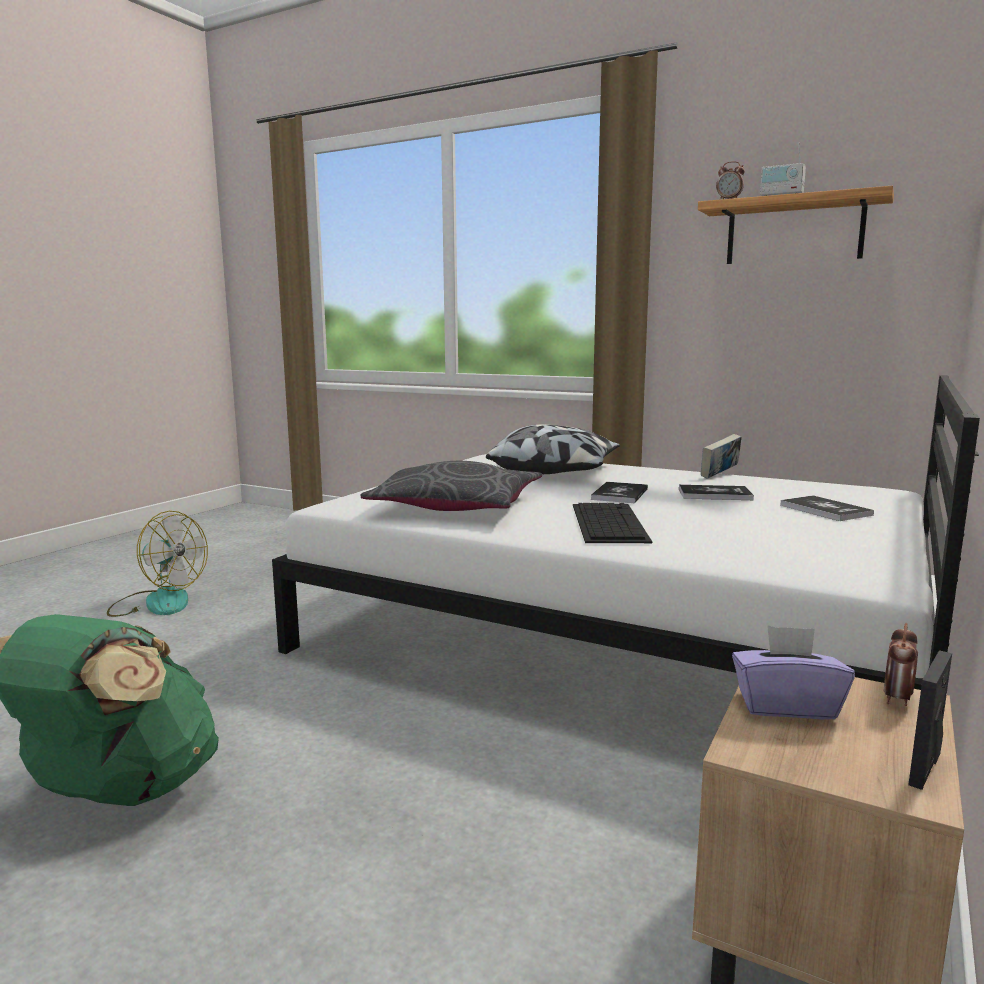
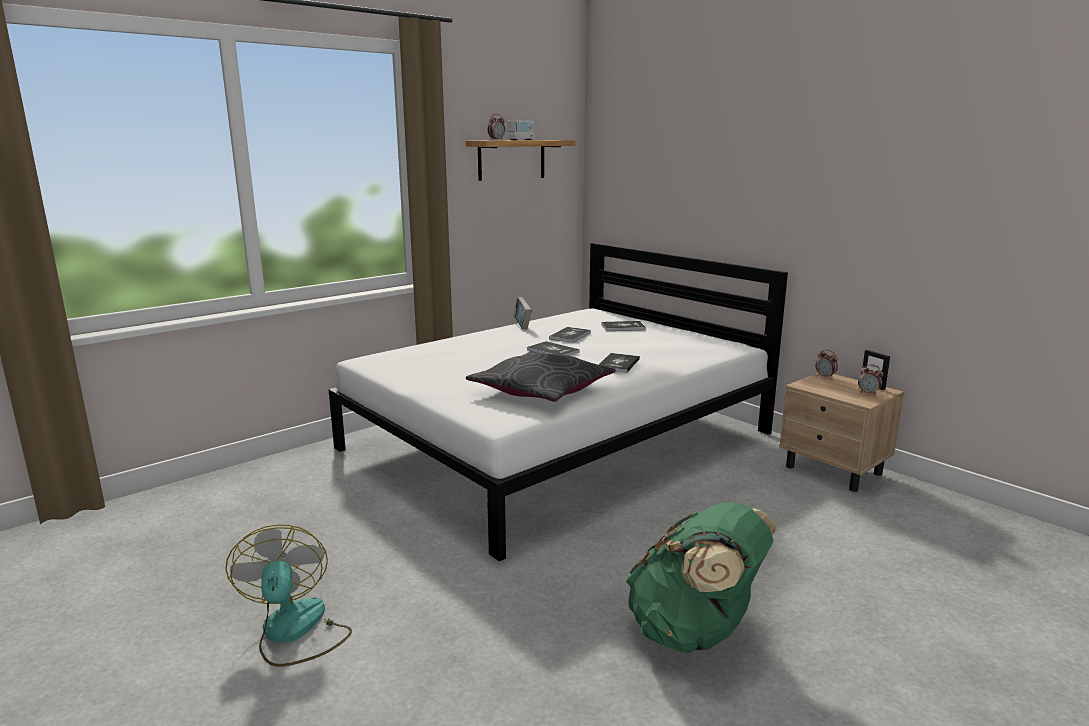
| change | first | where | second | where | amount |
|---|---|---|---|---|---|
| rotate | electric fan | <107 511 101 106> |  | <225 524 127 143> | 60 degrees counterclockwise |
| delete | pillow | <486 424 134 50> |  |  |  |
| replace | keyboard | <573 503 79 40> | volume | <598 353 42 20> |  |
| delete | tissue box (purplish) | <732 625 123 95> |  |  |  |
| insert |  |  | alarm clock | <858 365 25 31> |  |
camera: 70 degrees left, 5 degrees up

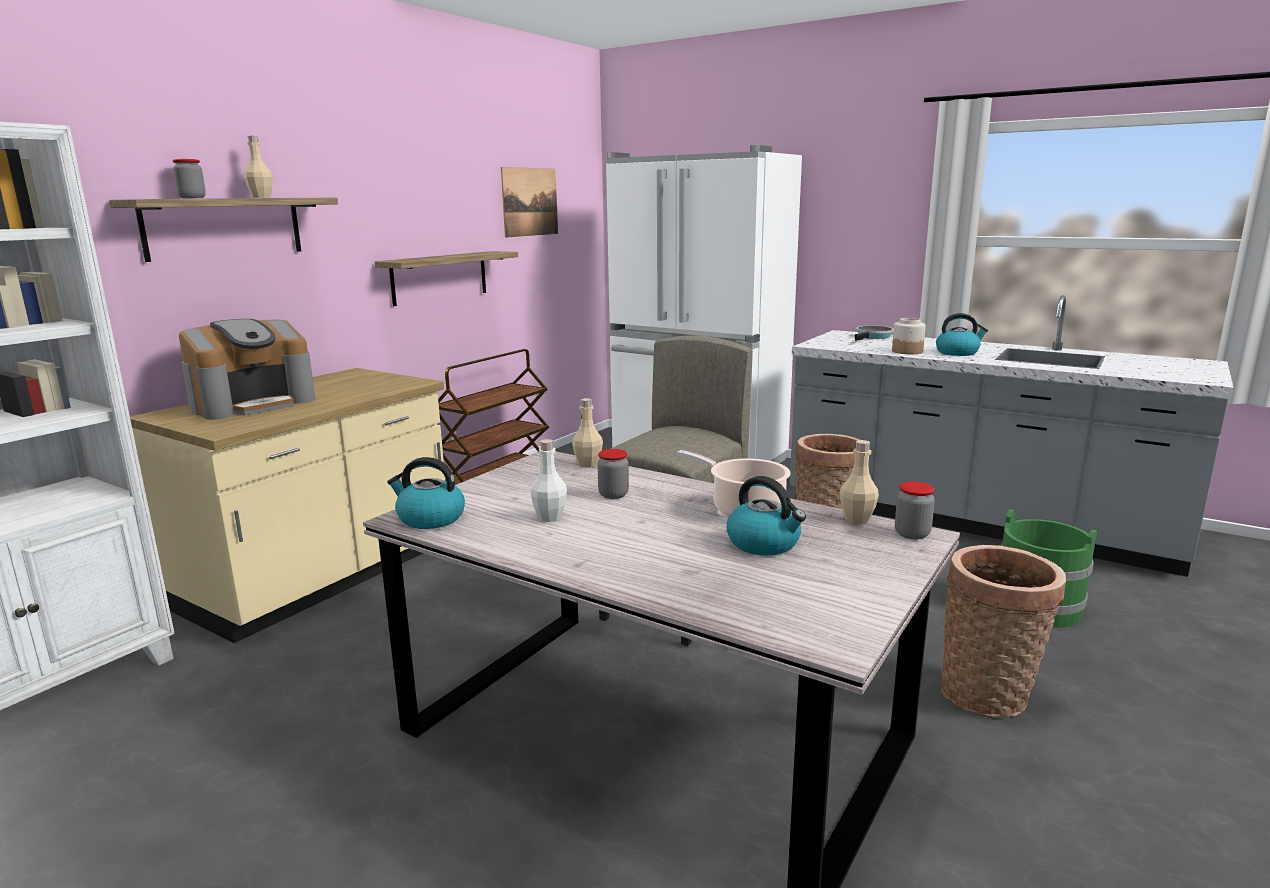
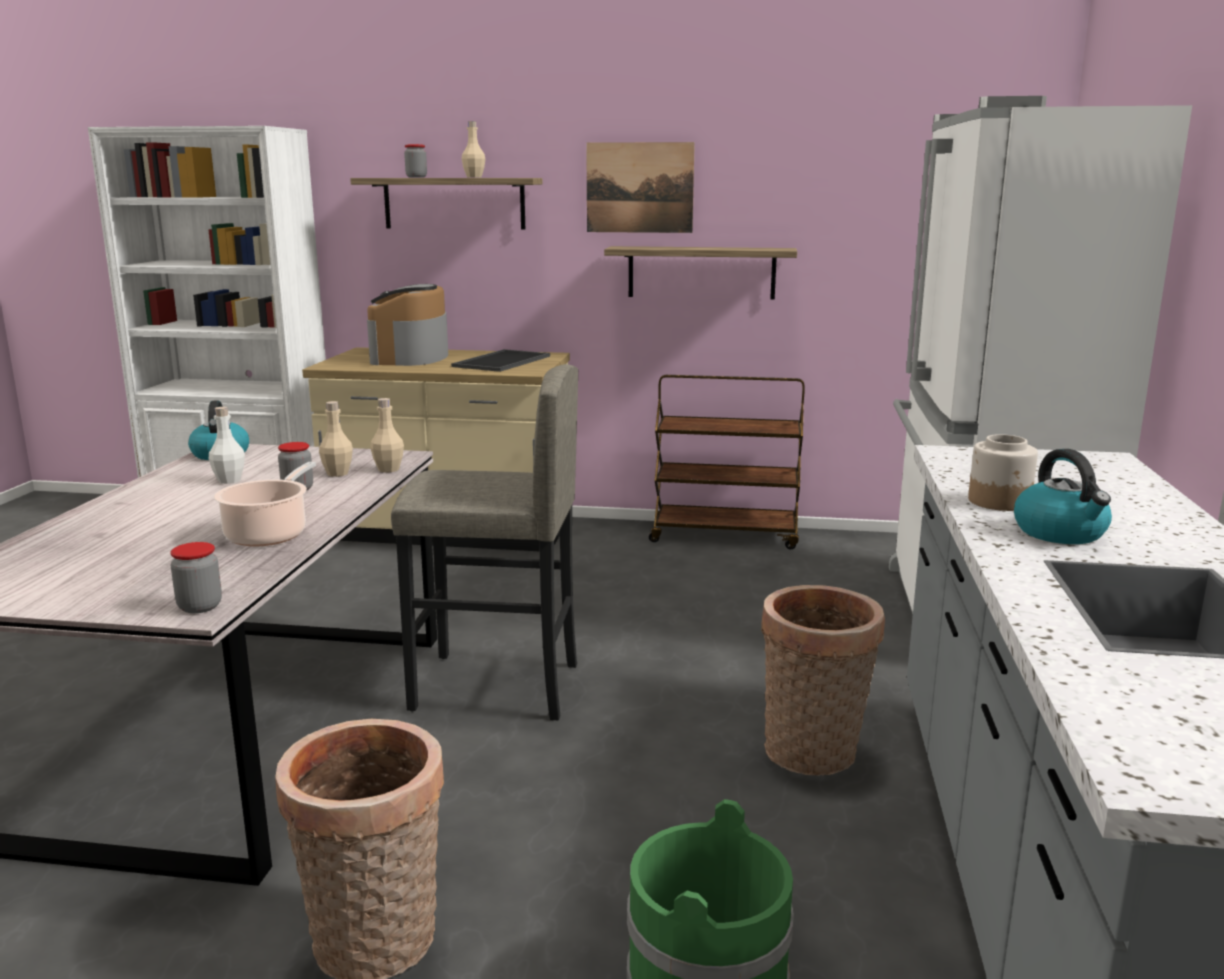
| change | first | where | second | where | amount |
|---|---|---|---|---|---|
| rotate | coffee machine | <179 319 136 101> |  | <367 284 81 82> | 75 degrees clockwise |
| move | wall picture | <501 167 57 70> |  | <586 142 109 91> |  |
| delete | water kettle | <727 476 79 79> |  |  |  |
| move | drink bottle (sand-coloured) | <840 440 39 85> |  | <319 401 34 76> |  |
| delete | pan | <855 326 39 15> |  |  |  |
| insert |  |  | tray | <451 349 99 23> |  |
camera: 65 degrees right, 0 degrees up

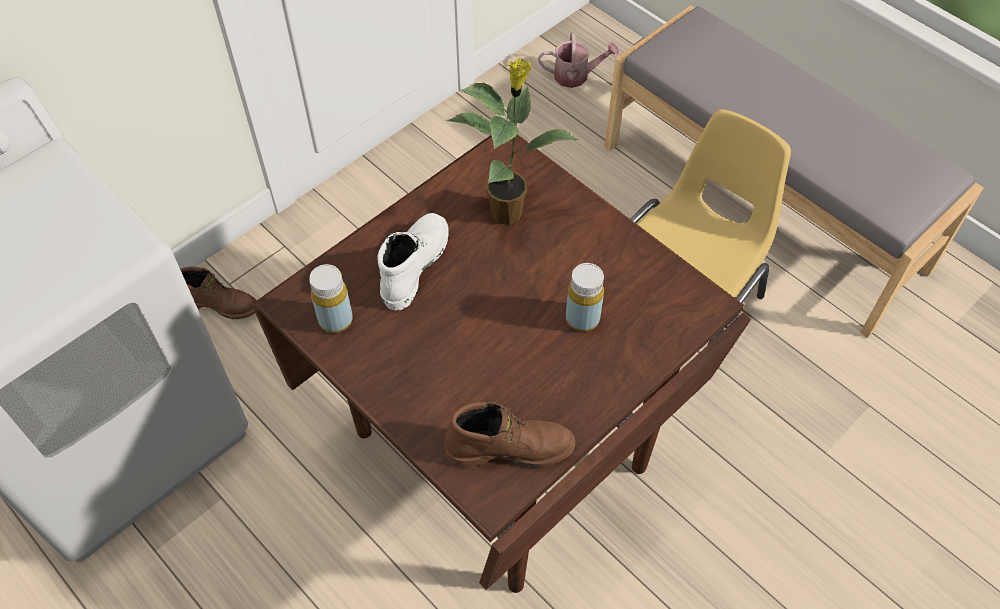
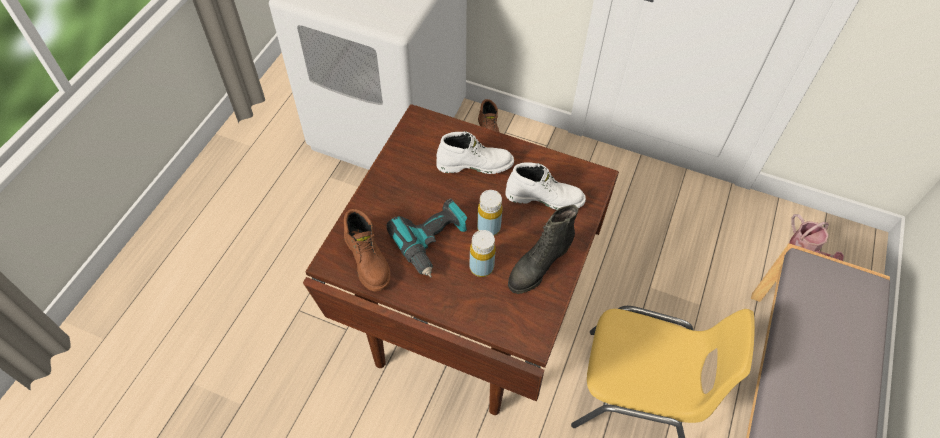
| change | first | where | second | where | amount |
|---|---|---|---|---|---|
| move | drink bottle (yellow) | <309 264 44 69> |  | <477 190 26 46> |  |
| replace | plant in a pot | <446 58 133 167> | tall boot (white-coloured) | <505 162 81 48> |  |
| insert |  |  | power drill | <386 198 81 80> |  |
| insert |  |  | tall boot (black-coloured) | <508 205 70 89> |  |
camera: 65 degrees right, 0 degrees up

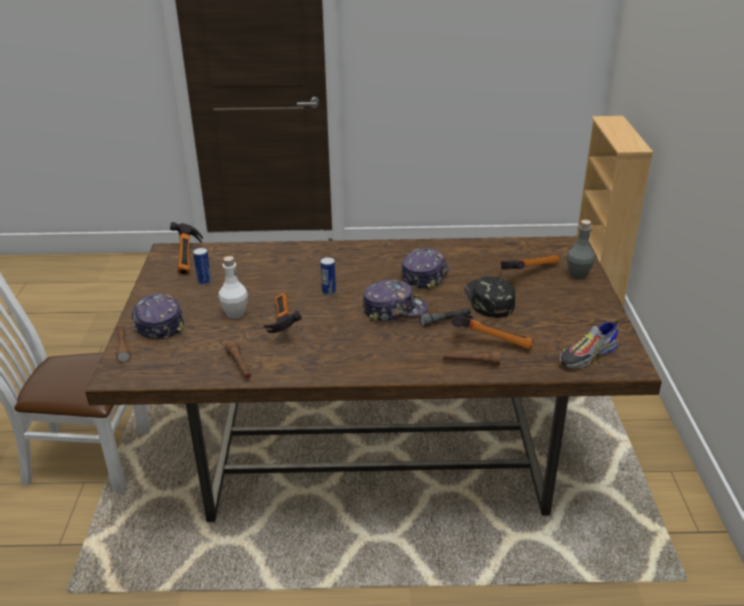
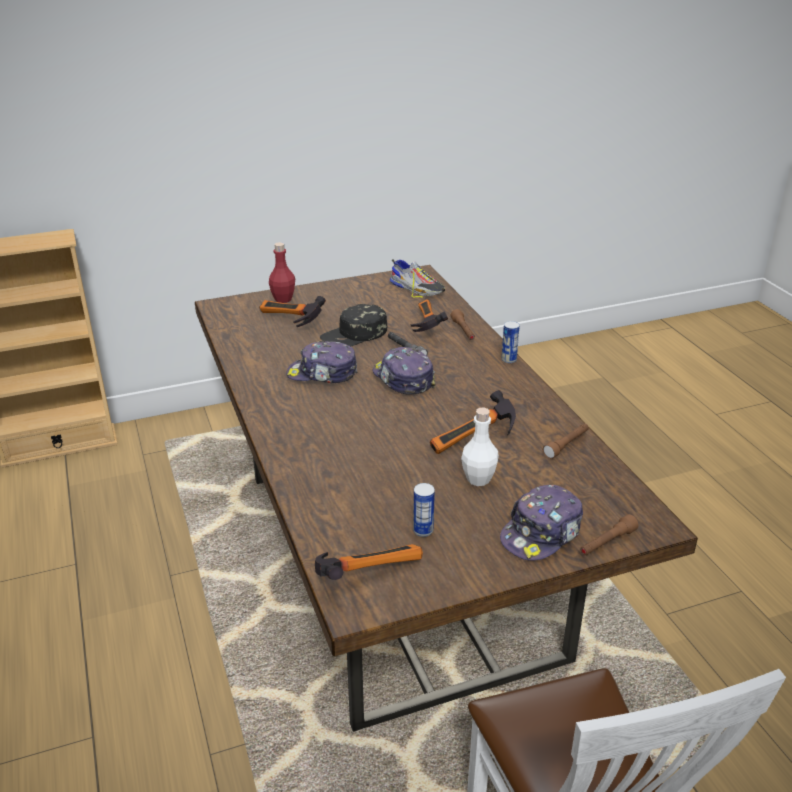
| change | first | where | second | where | amount |
|---|---|---|---|---|---|
| move | metal can | <320 257 16 39> |  | <501 321 19 42> |  |
| recolor | drink bottle (grey) | <567 220 28 59> | drink bottle (red-coloured) | <269 242 26 61> |  |
camera: 110 degrees left, 0 degrees up

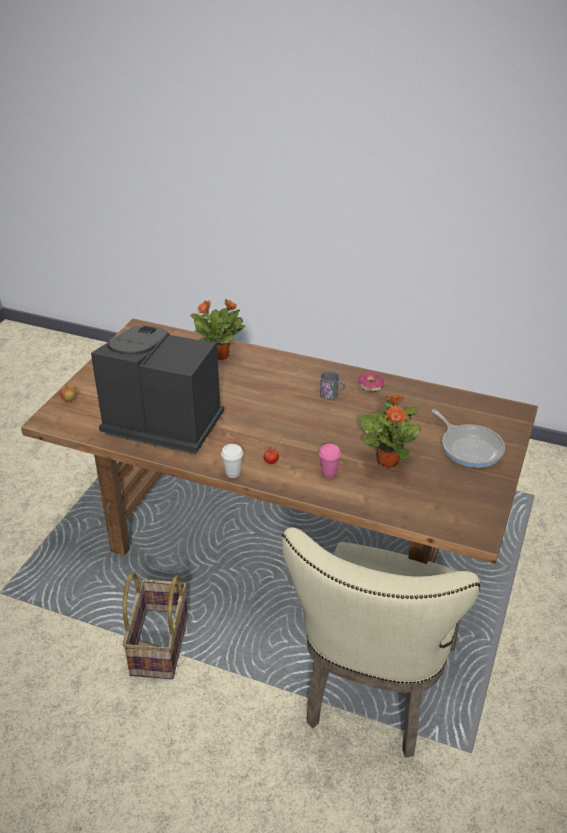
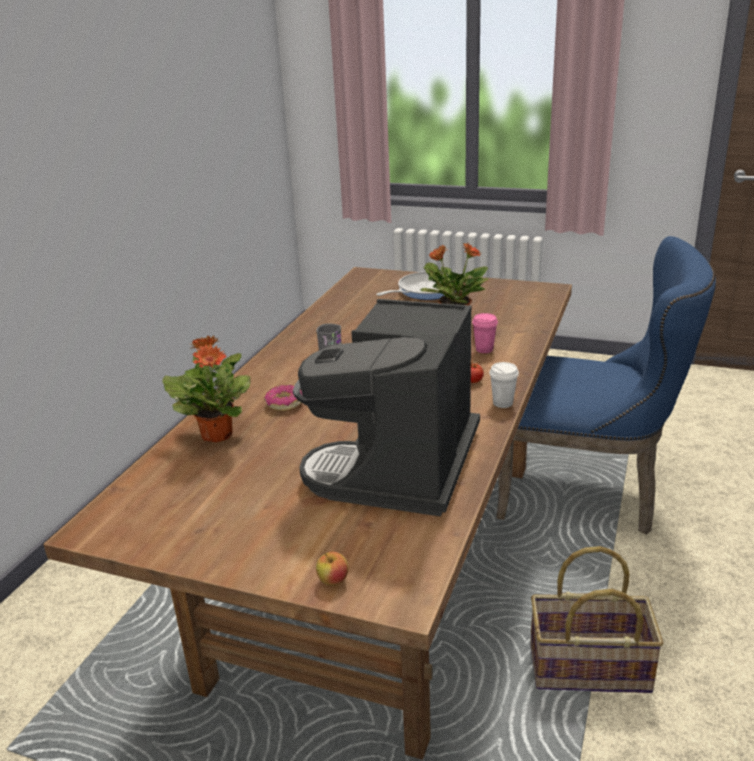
| change | first | where | second | where | amount |
|---|---|---|---|---|---|
| recolor | plain chair (sand-coloured) | <281 527 199 231> | plain chair (blue) | <496 236 220 299> |  |
| move | donut | <358 372 26 19> |  | <264 385 39 26> |  |
camera: 90 degrees left, 10 degrees down

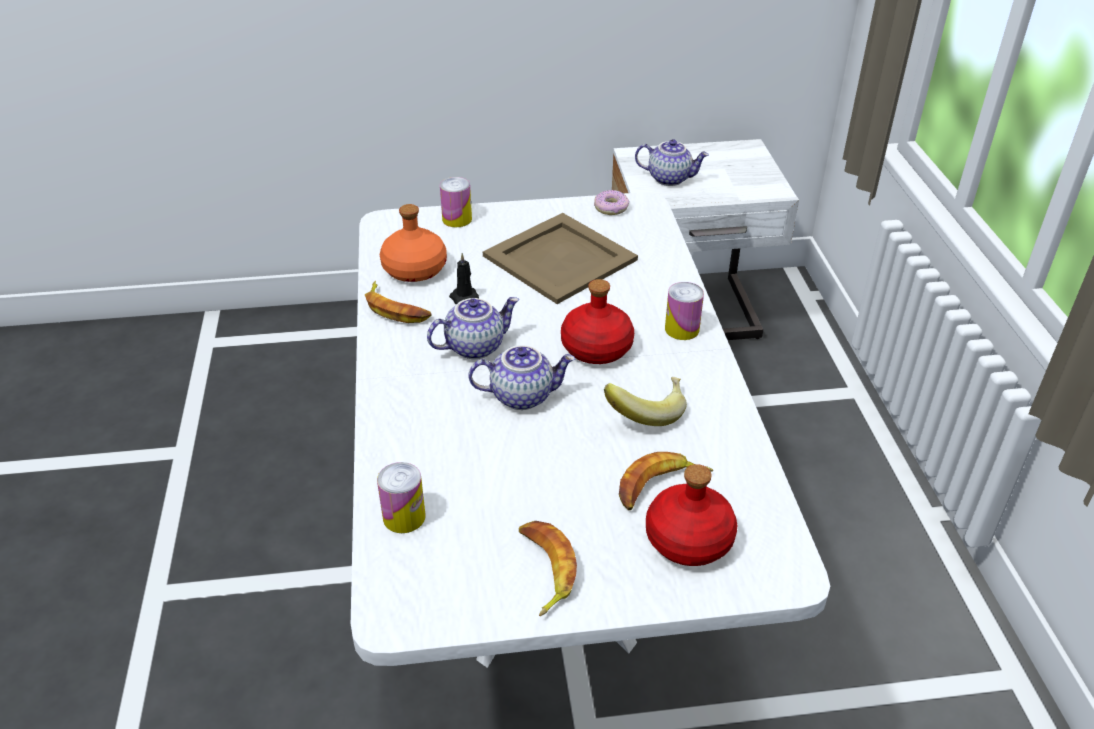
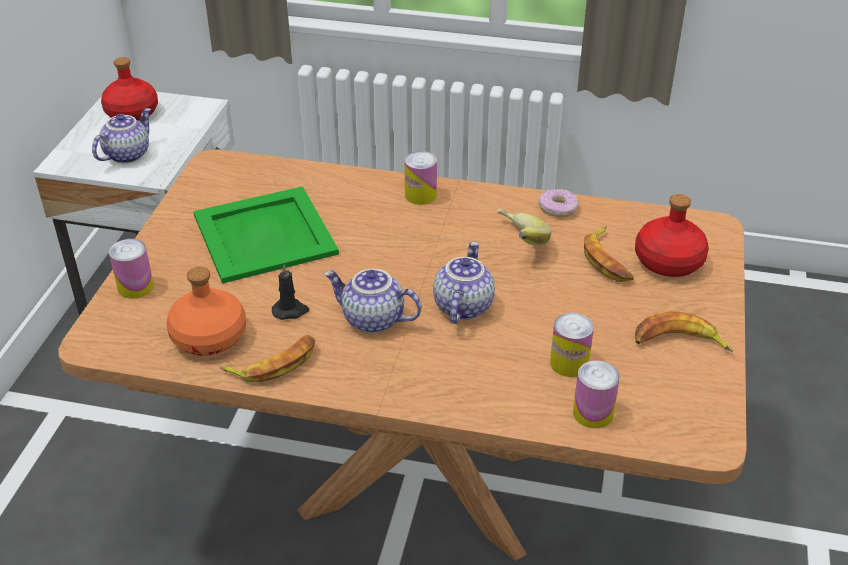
| change | first | where | second | where | amount |
|---|---|---|---|---|---|
| recolor | dinner table (white-coloured) | <351 192 479 476> | dinner table (brown-coloured) | <58 149 689 412> |  |
| rotate | pot for tea | <427 297 92 62> |  | <324 269 98 64> | 60 degrees counterclockwise |
| recolor | tray (sand-coloured) | <483 213 155 91> | tray (green-coloured) | <193 186 146 98> |  |
| move | drink bottle (red-coloured) | <561 279 73 85> |  | <101 57 57 64> |  |
| move | donut | <594 190 35 25> |  | <538 189 41 28> |  |
| insert |  |  | metal can | <550 312 44 65> |  |
camera: 70 degrees left, 0 degrees up

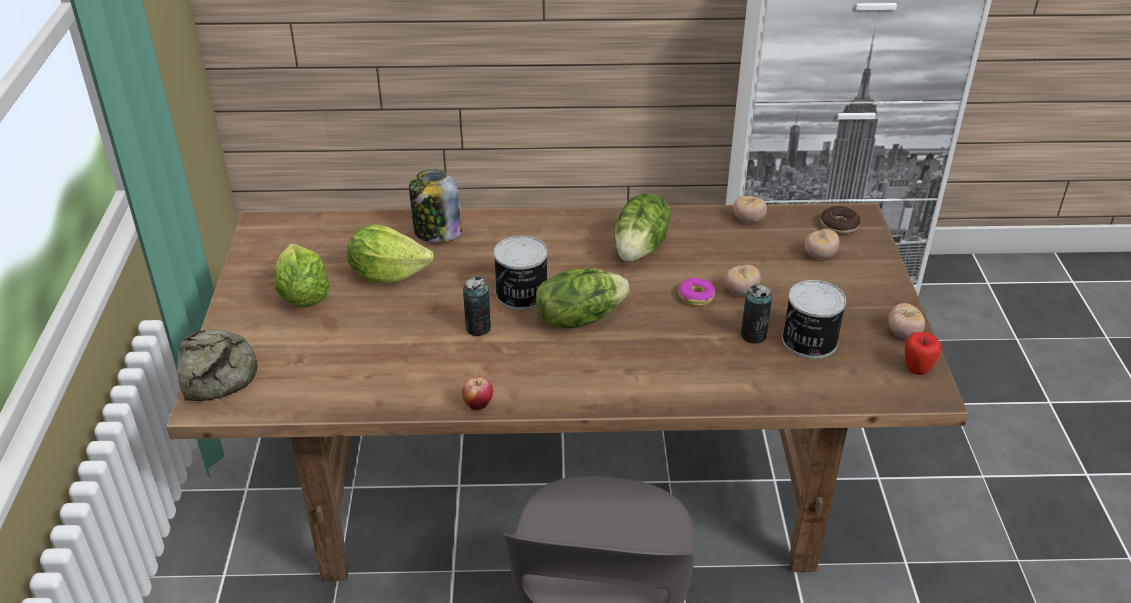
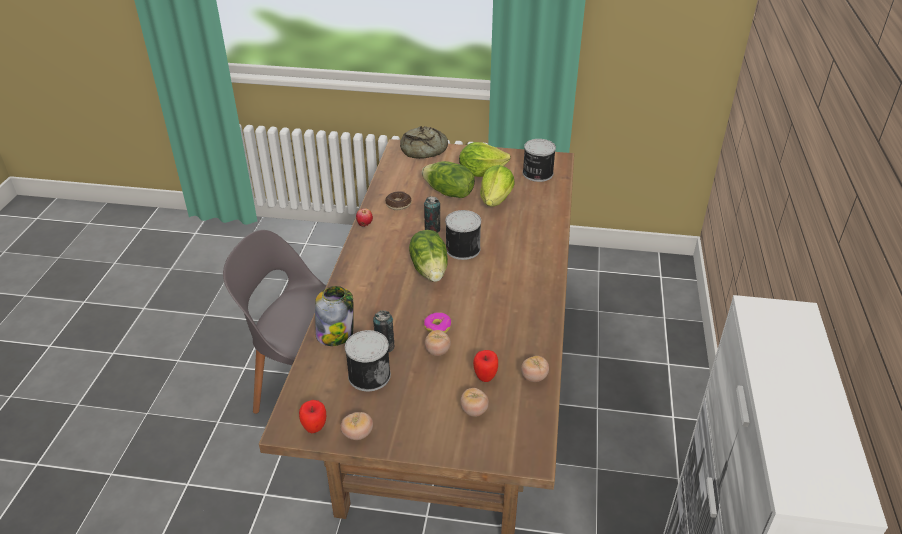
| change | first | where | second | where | amount |
|---|---|---|---|---|---|
| move | preserve jar | <409 169 53 74> |  | <315 286 39 60> |  |
| move | lettuce head | <614 193 57 69> |  | <422 161 53 37> |  |
| move | donut | <821 206 40 28> |  | <385 191 26 19> |  |
| insert |  |  | apple | <473 350 25 32> |  |
| insert |  |  | metal can | <523 139 33 43> |  |
camera: 100 degrees right, 0 degrees up

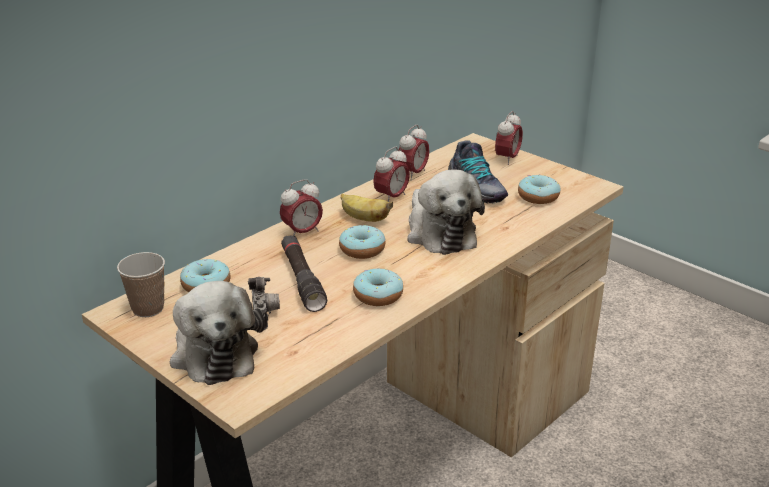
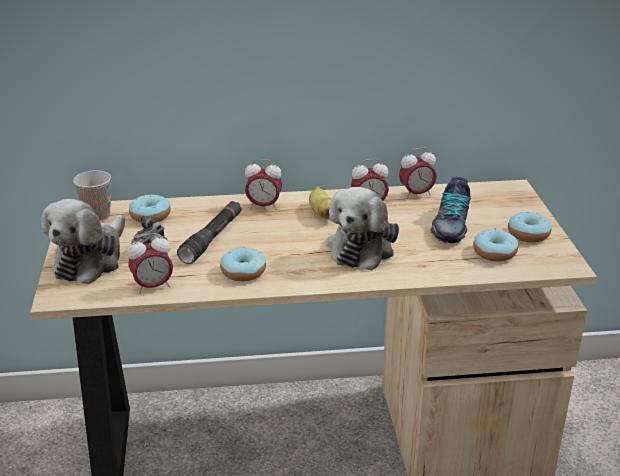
| change | first | where | second | where | amount |
|---|---|---|---|---|---|
| move | donut | <339 225 47 34> |  | <508 212 44 30> |  |
| move | alarm clock | <495 111 28 54> |  | <127 233 46 61> |  |
camera: 40 degrees right, 0 degrees up

